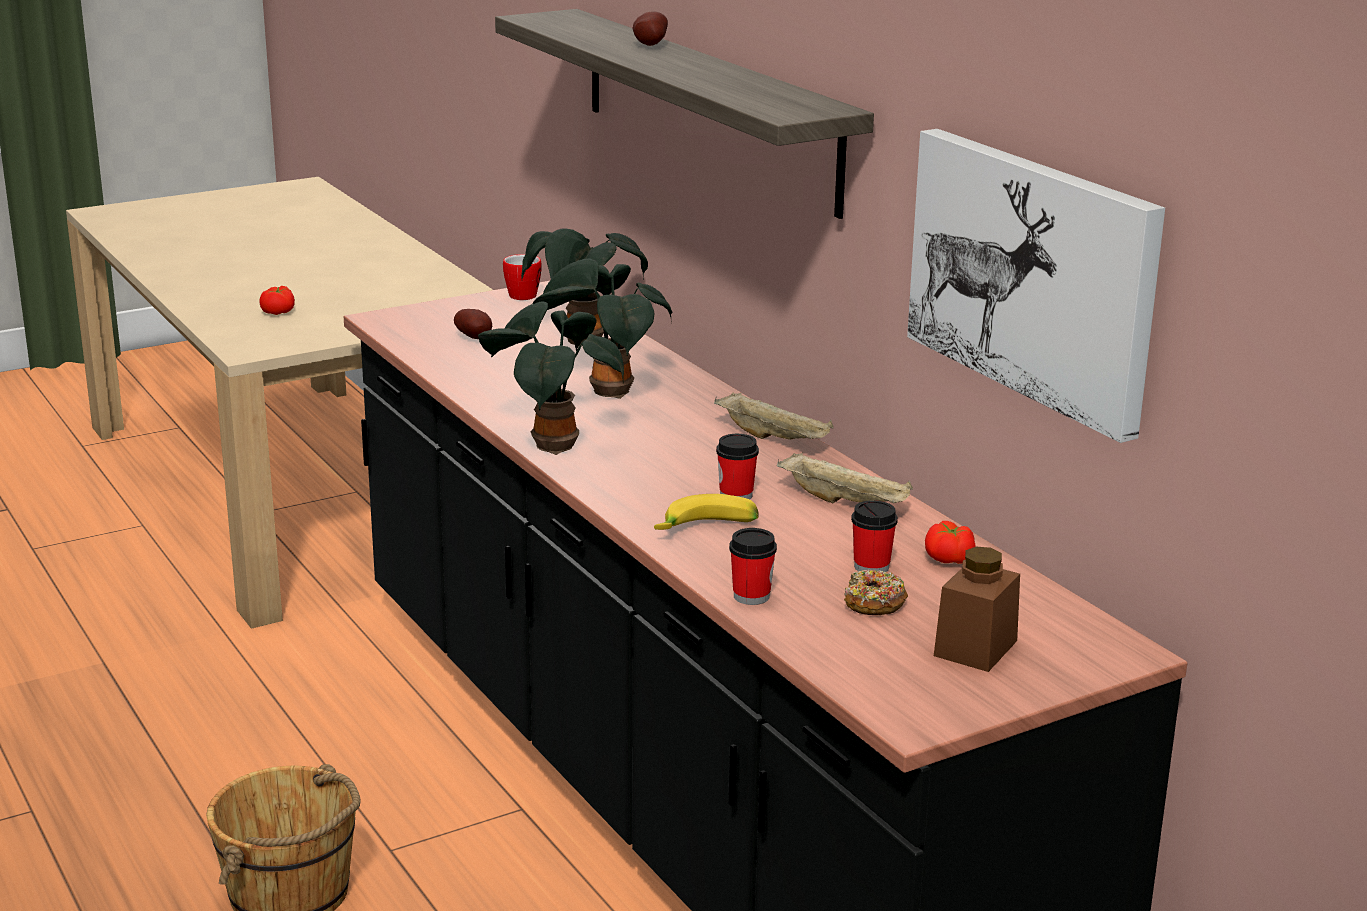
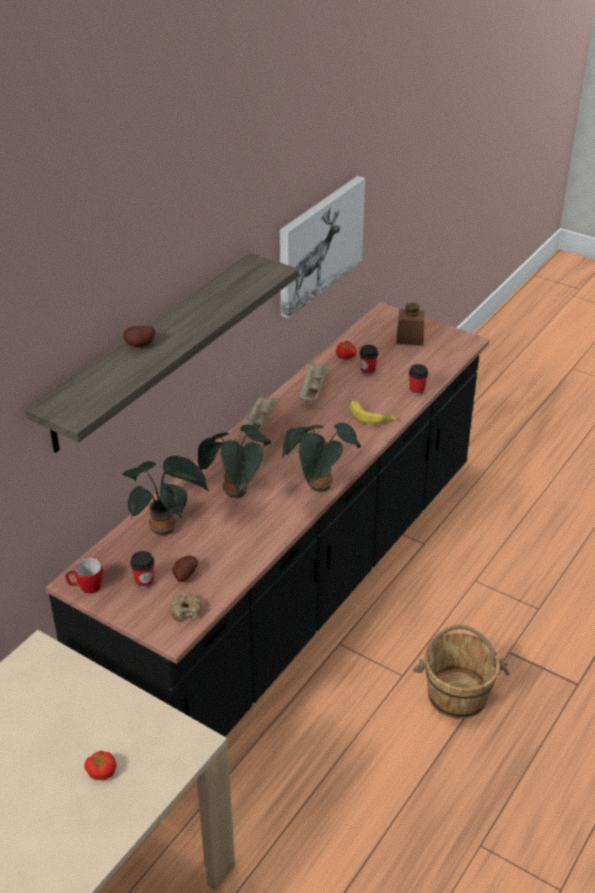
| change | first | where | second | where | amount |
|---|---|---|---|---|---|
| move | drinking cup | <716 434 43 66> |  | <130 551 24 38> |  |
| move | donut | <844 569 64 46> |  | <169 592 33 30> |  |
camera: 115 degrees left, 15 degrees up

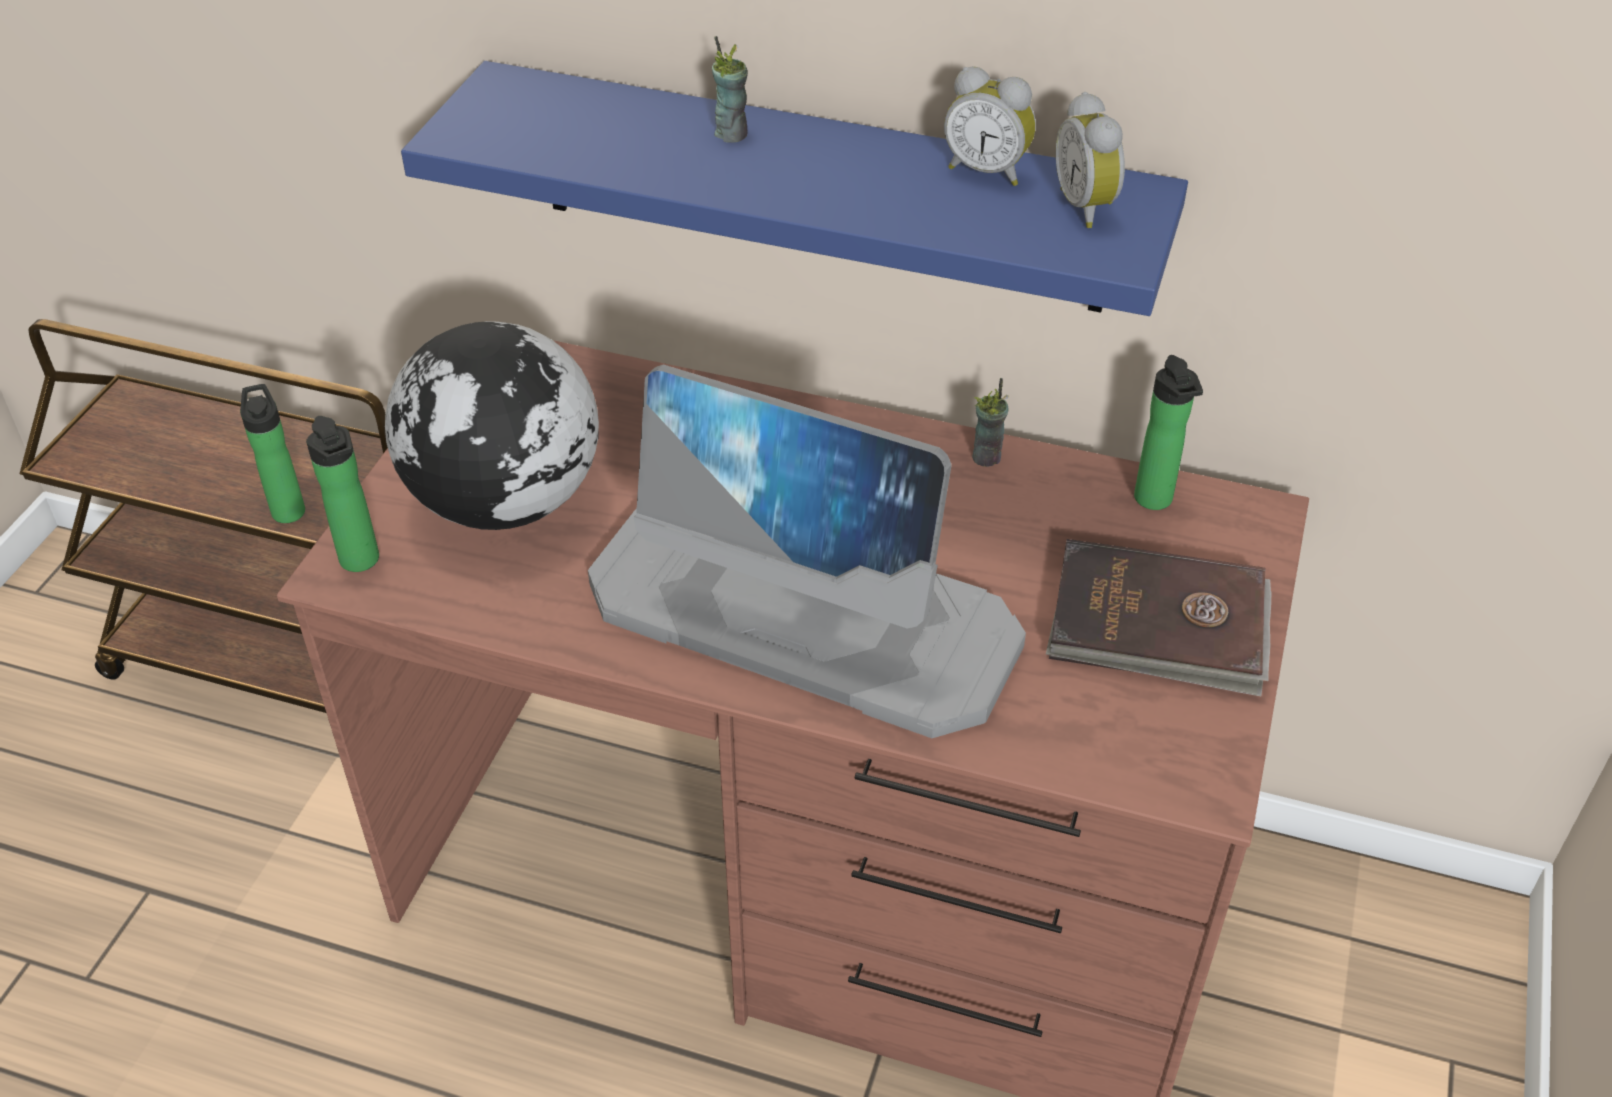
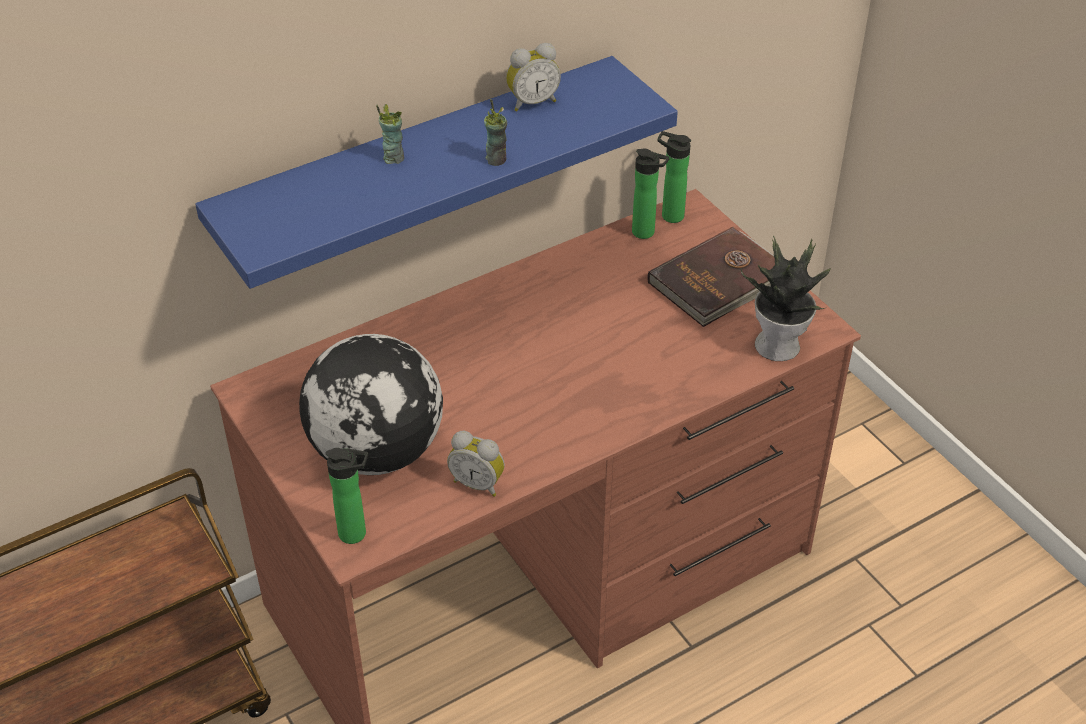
| change | first | where | second | where | amount |
|---|---|---|---|---|---|
| move | drink bottle | <240 384 65 139> |  | <658 131 33 92> |  |
| delete | monitor | <588 364 438 374> |  |  |  |
| move | drinking cup | <972 378 37 89> |  | <484 99 23 67> |  |
| move | alarm clock | <1055 92 70 136> |  | <447 431 58 66> |  |
| insert |  |  | plant in a pot | <741 235 90 126> |  |
camera: 50 degrees left, 0 degrees up

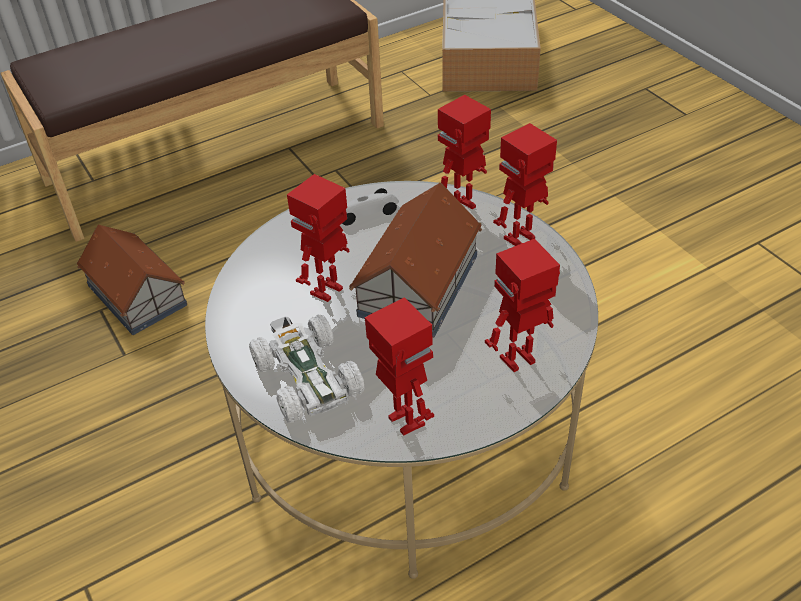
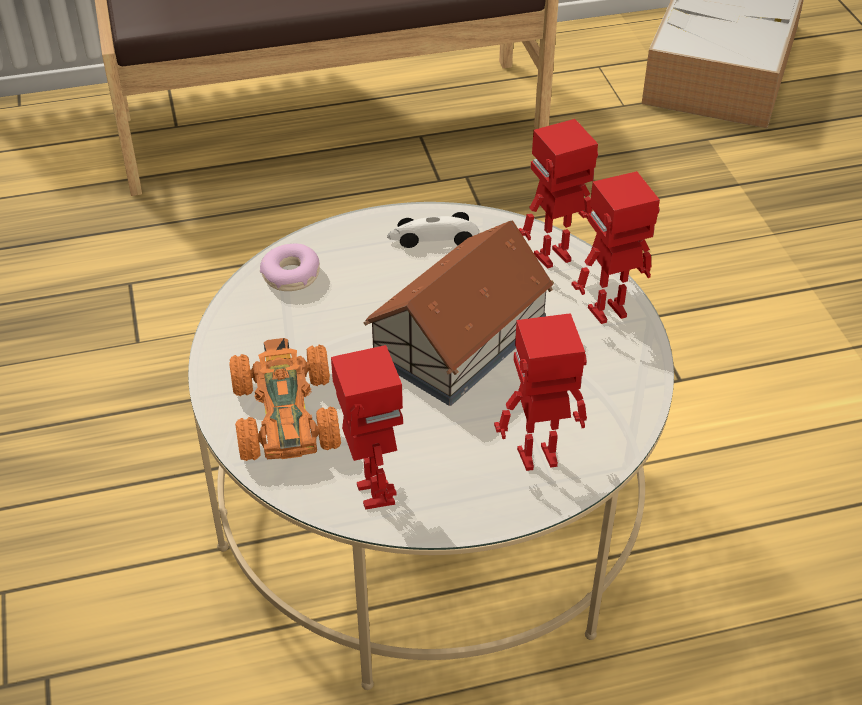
| change | first | where | second | where | amount |
|---|---|---|---|---|---|
| delete | miniature house | <77 225 110 110> |  |  |  |
| recolor | toy car (white-coloured) | <249 315 116 107> | toy car (orangey) | <229 338 112 123> |  |
| delete | toy robot | <287 174 62 128> |  |  |  |
| insert |  |  | donut | <260 244 60 47> |  |
camera: 15 degrees right, 0 degrees up

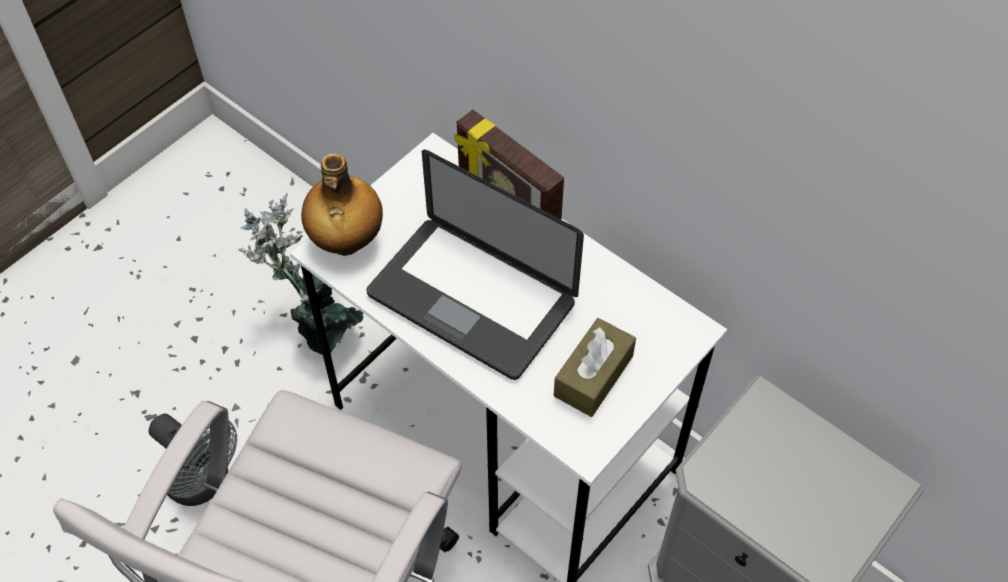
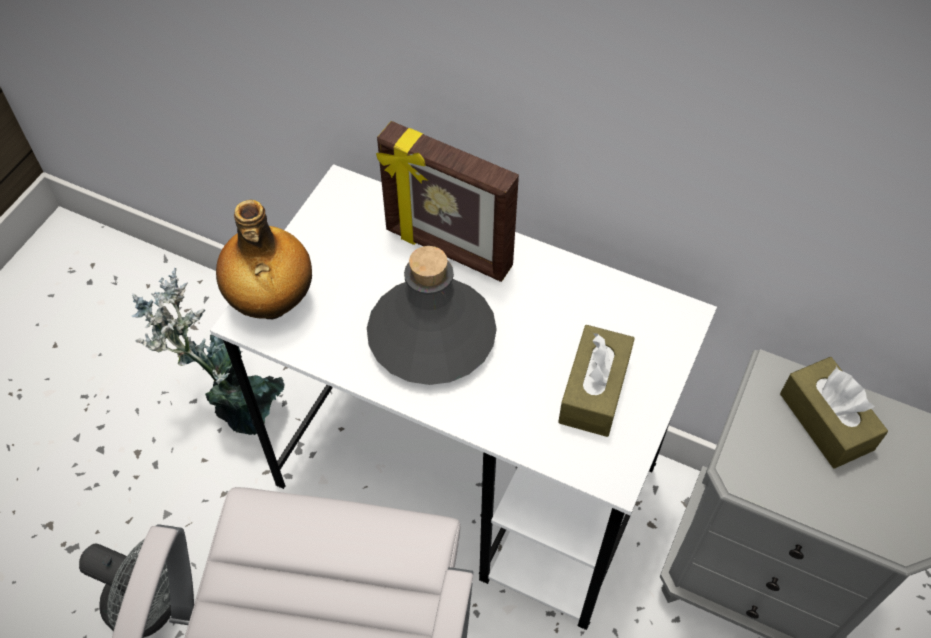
| change | first | where | second | where | amount |
|---|---|---|---|---|---|
| replace | notebook computer | <366 150 218 230> | drink bottle (grey) | <367 246 130 139> |  |
| insert |  |  | tissue box (brown-coloured) | <780 357 108 112> |  |
camera: 15 degrees left, 0 degrees up

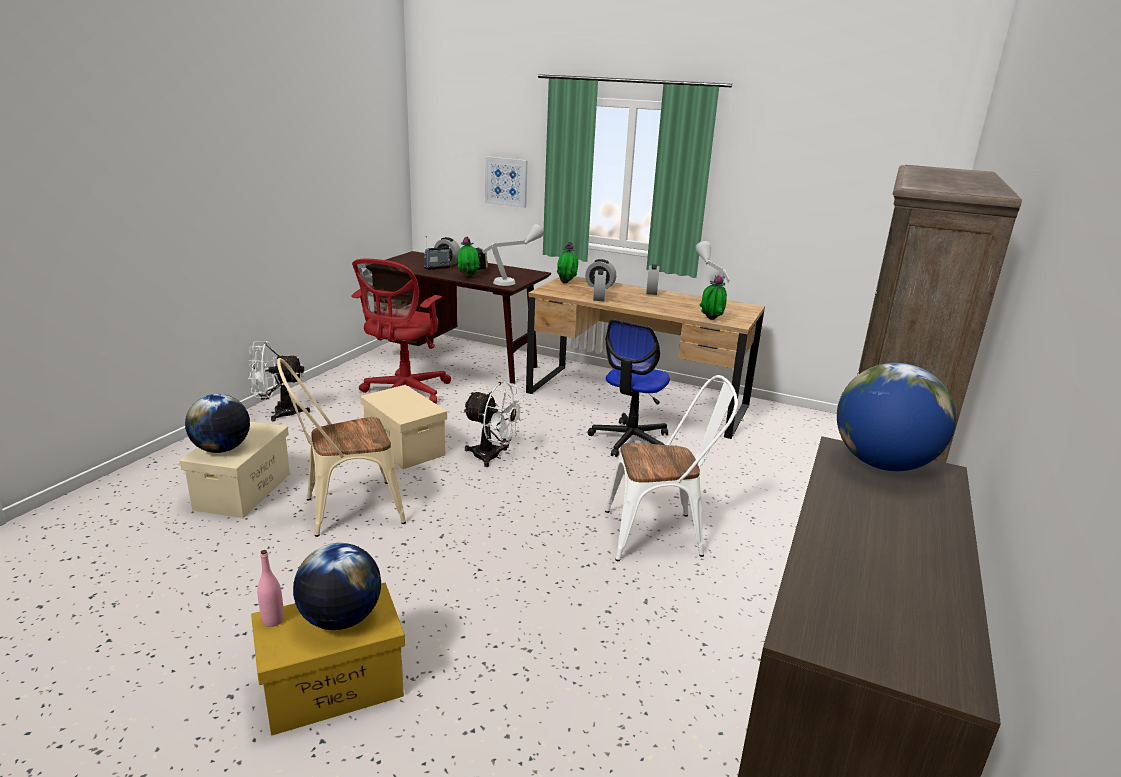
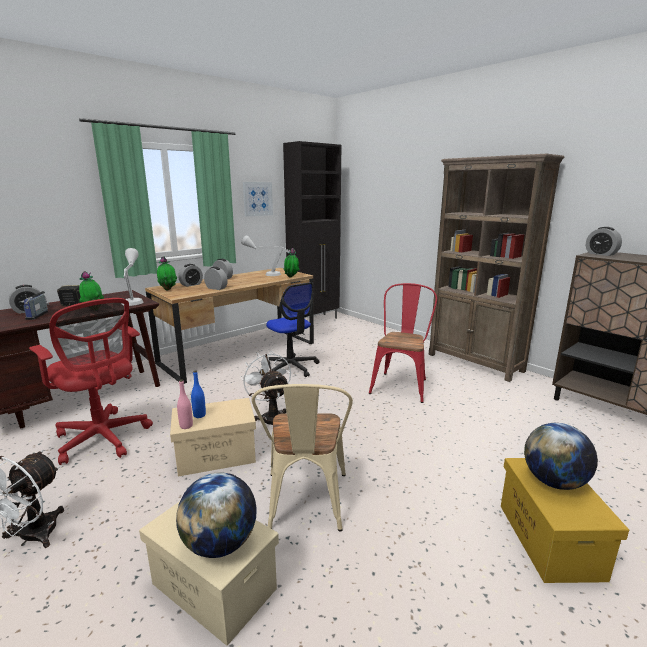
| change | first | where | second | where | amount |
|---|---|---|---|---|---|
| move | drink bottle (pink) | <257 550 27 77> |  | <177 379 16 50> |  |
| rotate | electric fan (white-coloured) | <463 381 63 86> |  | <241 351 50 74> | 75 degrees counterclockwise |
| move | wall picture | <485 156 42 52> |  | <243 182 30 35> |  |
| recolor | plain chair (white-coloured) | <605 375 133 186> | plain chair (red-coloured) | <369 283 68 120> |  |
| replace | globe | <837 363 119 108> | alarm clock | <586 227 36 29> |  |
| insert |  |  | drink bottle (blue) | <191 371 15 47> |  |
| insert |  |  | storage cabinet (black-coloured) | <283 141 58 178> |  |
camera: 65 degrees left, 5 degrees down

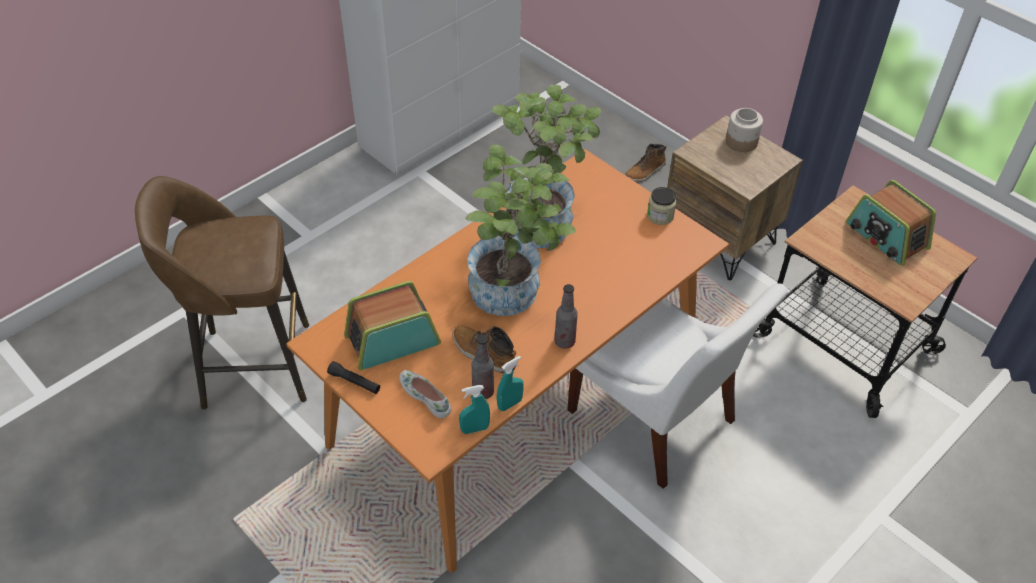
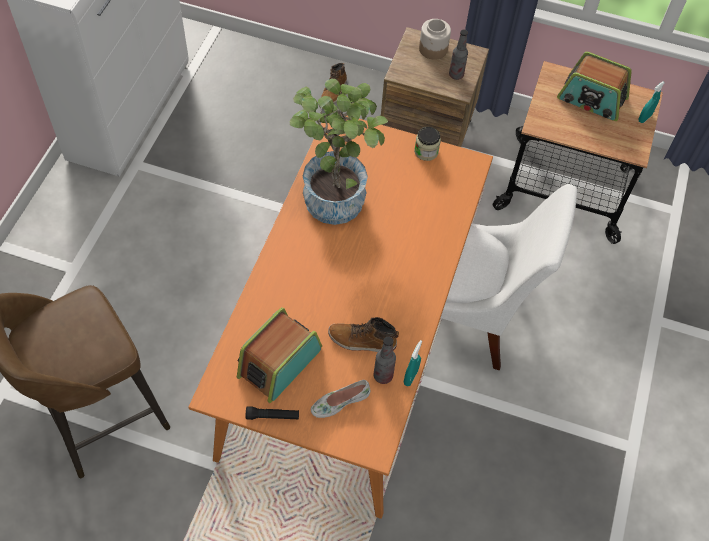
| change | first | where | second | where | amount |
|---|---|---|---|---|---|
| rotate | item of footwear (white-coloured) | <400 370 52 48> |  | <311 380 60 38> | 45 degrees counterclockwise |
| move | sprayer (turquoise-coloured) | <459 385 31 49> |  | <638 81 27 42> |  |
| delete | plant in a pot | <465 145 111 171> |  |  |  |
| move | drink bottle | <554 284 24 65> |  | <449 30 19 50> |  |
camera: 30 degrees left, 10 degrees up

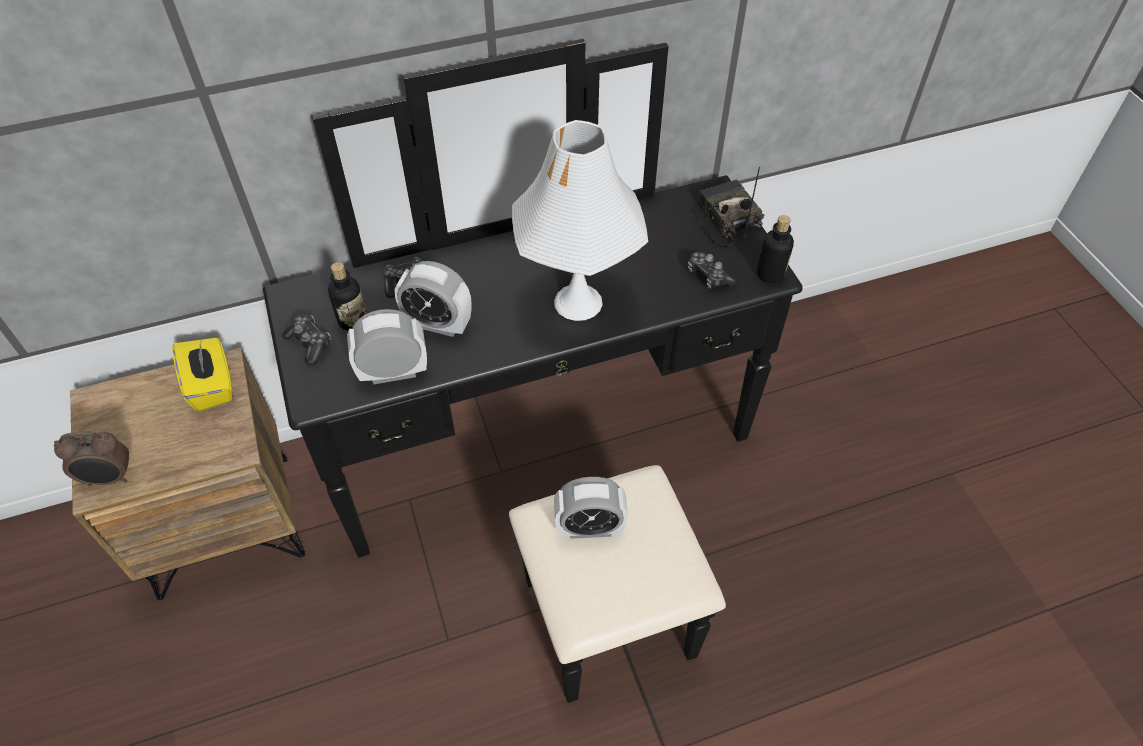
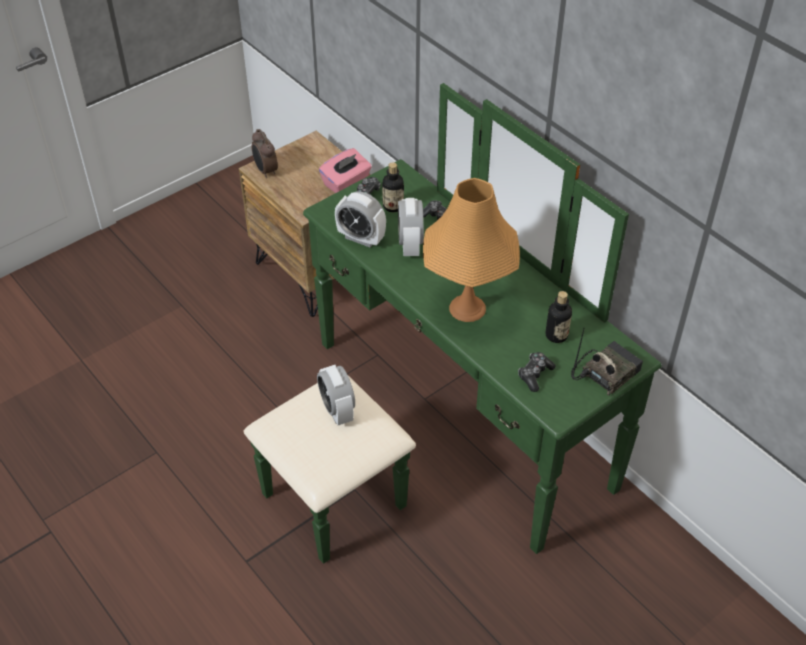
| change | first | where | second | where | amount |
|---|---|---|---|---|---|
| recolor | tissue box (yellow) | <172 338 61 73> | tissue box (pink) | <319 148 53 45> |  |
| recolor | drawer chest (black-coloured) | <263 39 540 664> | drawer chest (green-coloured) | <244 83 418 481> |  |
| rotate | alarm clock | <347 309 80 75> |  | <335 191 51 56> | 150 degrees clockwise |
| recolor | lamp for a table (white-coloured) | <512 120 136 201> | lamp for a table (orangey) | <423 178 97 144> |  |
| move | drink bottle | <757 215 37 69> |  | <546 291 26 52> |  |
camera: 70 degrees right, 5 degrees down

